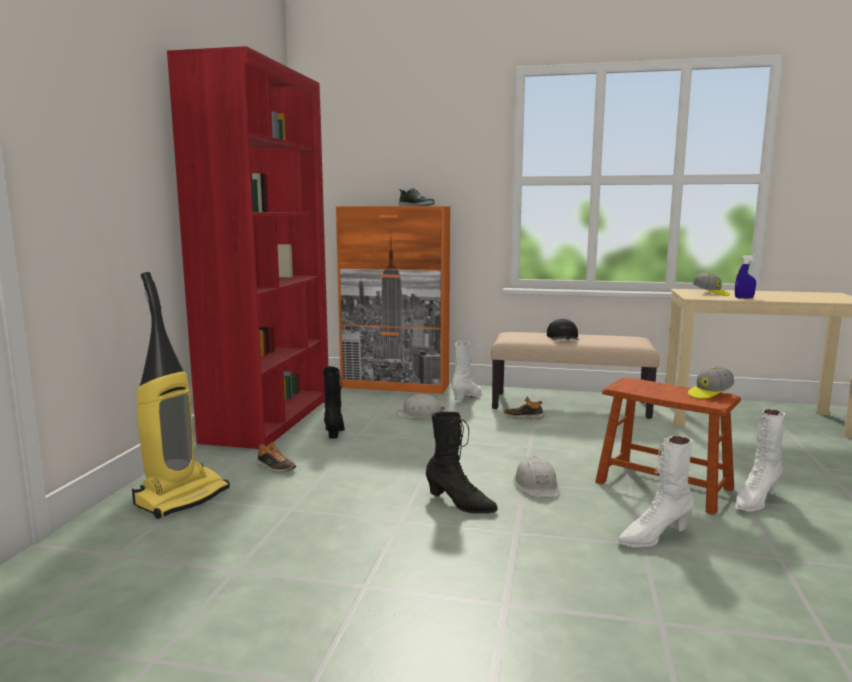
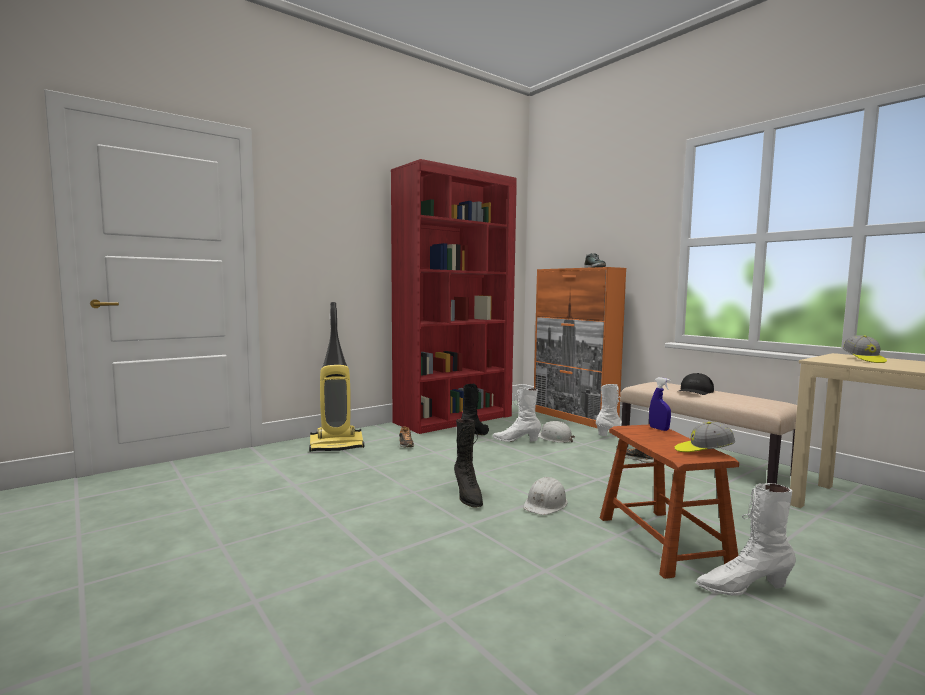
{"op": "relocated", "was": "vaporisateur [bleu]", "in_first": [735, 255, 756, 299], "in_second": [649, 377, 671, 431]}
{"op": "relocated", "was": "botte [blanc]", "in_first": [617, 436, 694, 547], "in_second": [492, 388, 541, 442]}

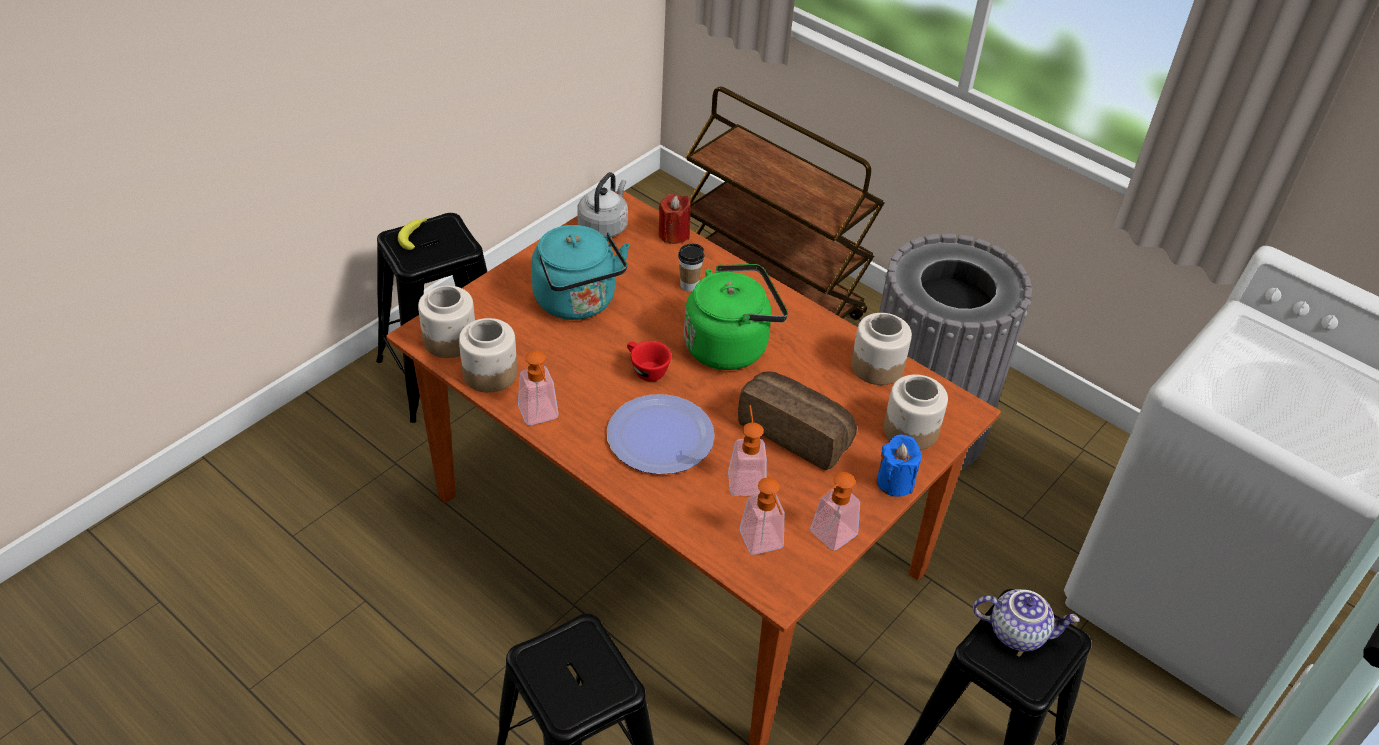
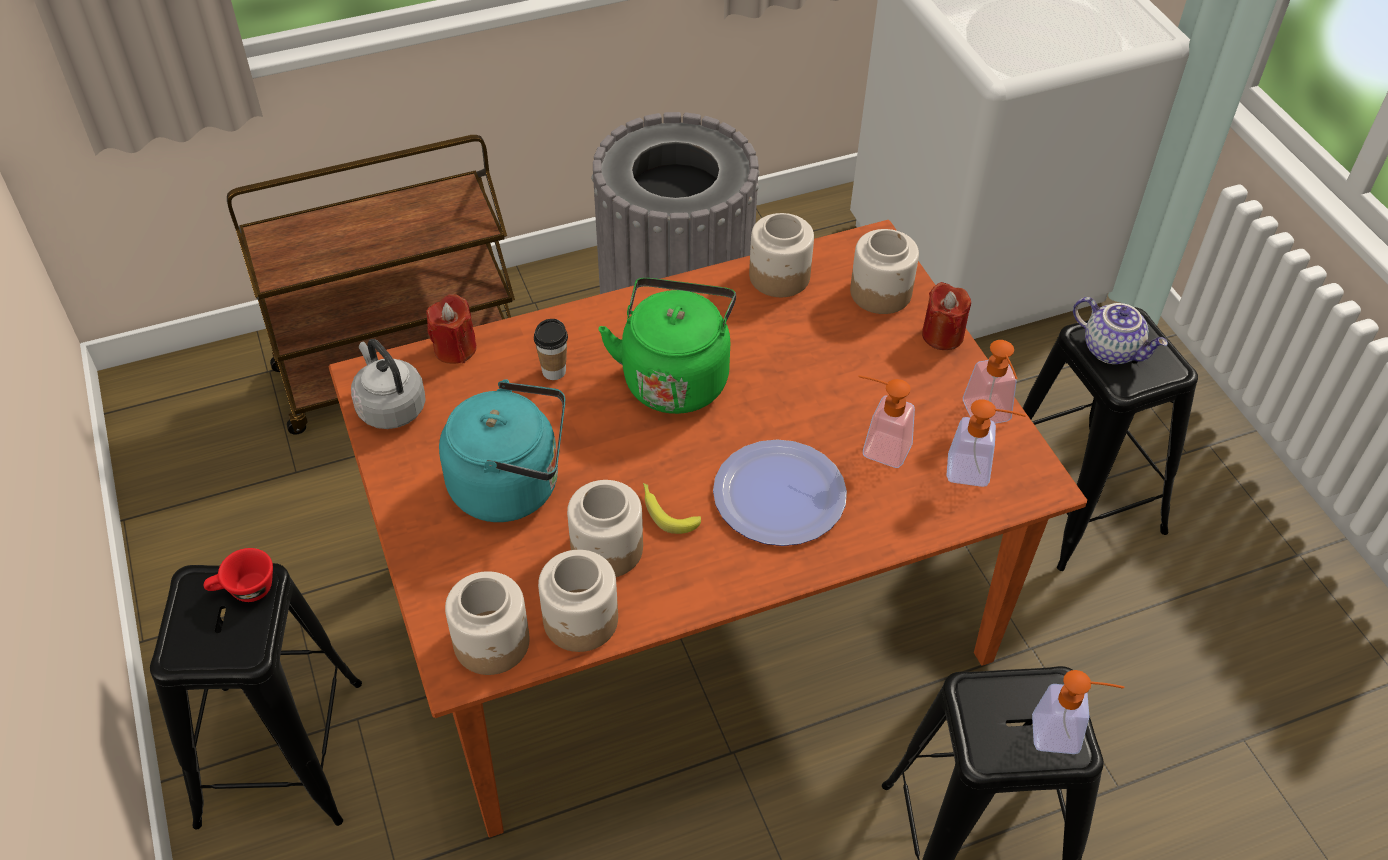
{"op": "relocated", "was": "banane", "in_first": [398, 217, 427, 250], "in_second": [643, 483, 701, 534]}
{"op": "relocated", "was": "tasse [rouge]", "in_first": [627, 341, 671, 381], "in_second": [204, 548, 273, 602]}
{"op": "relocated", "was": "distributeur de savon", "in_first": [518, 351, 559, 425], "in_second": [1032, 670, 1124, 754]}
{"op": "missing", "was": "pain", "in_first": [738, 371, 857, 470]}
{"op": "colour", "was": "bougie [bleu]", "now": "bougie [rouge]", "in_first": [877, 435, 922, 497], "in_second": [922, 282, 971, 350]}
{"op": "spun", "was": "théière", "in_first": [973, 589, 1080, 652], "in_second": [1073, 297, 1168, 364], "clockwise": 90}
{"op": "appeared", "now": "bocal", "in_second": [567, 480, 643, 577]}

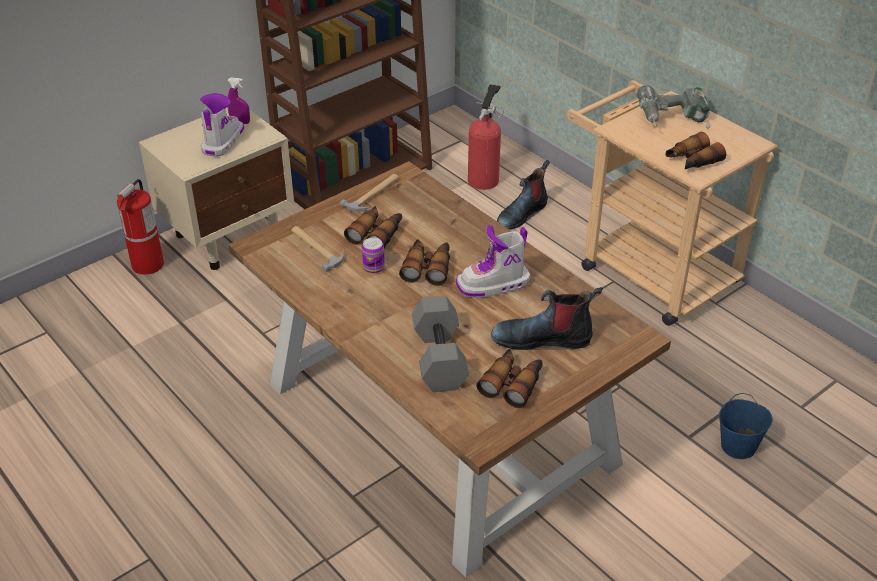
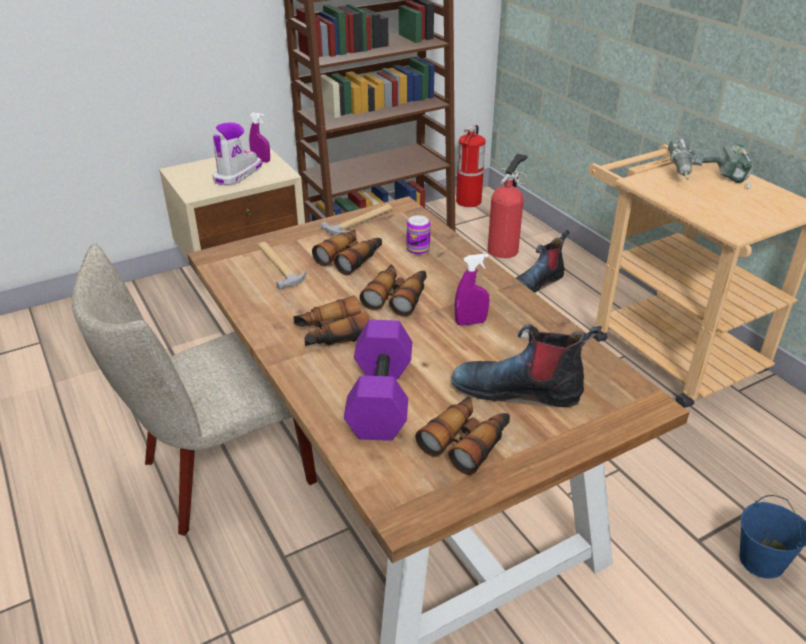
{"op": "relocated", "was": "jumelles", "in_first": [665, 132, 726, 169], "in_second": [293, 295, 370, 346]}
{"op": "relocated", "was": "extincteur", "in_first": [117, 179, 164, 275], "in_second": [456, 125, 485, 207]}
{"op": "exchanged", "was": "botte", "now": "vaporisateur [violet]", "in_first": [456, 225, 530, 298], "in_second": [455, 254, 489, 326]}
{"op": "relocated", "was": "boîte métallique", "in_first": [362, 237, 385, 274], "in_second": [407, 215, 431, 255]}
{"op": "colour", "was": "haltère [gris]", "now": "haltère [violet]", "in_first": [412, 296, 469, 392], "in_second": [344, 320, 412, 441]}
{"op": "appeared", "now": "chaise [beige]", "in_second": [72, 244, 317, 536]}

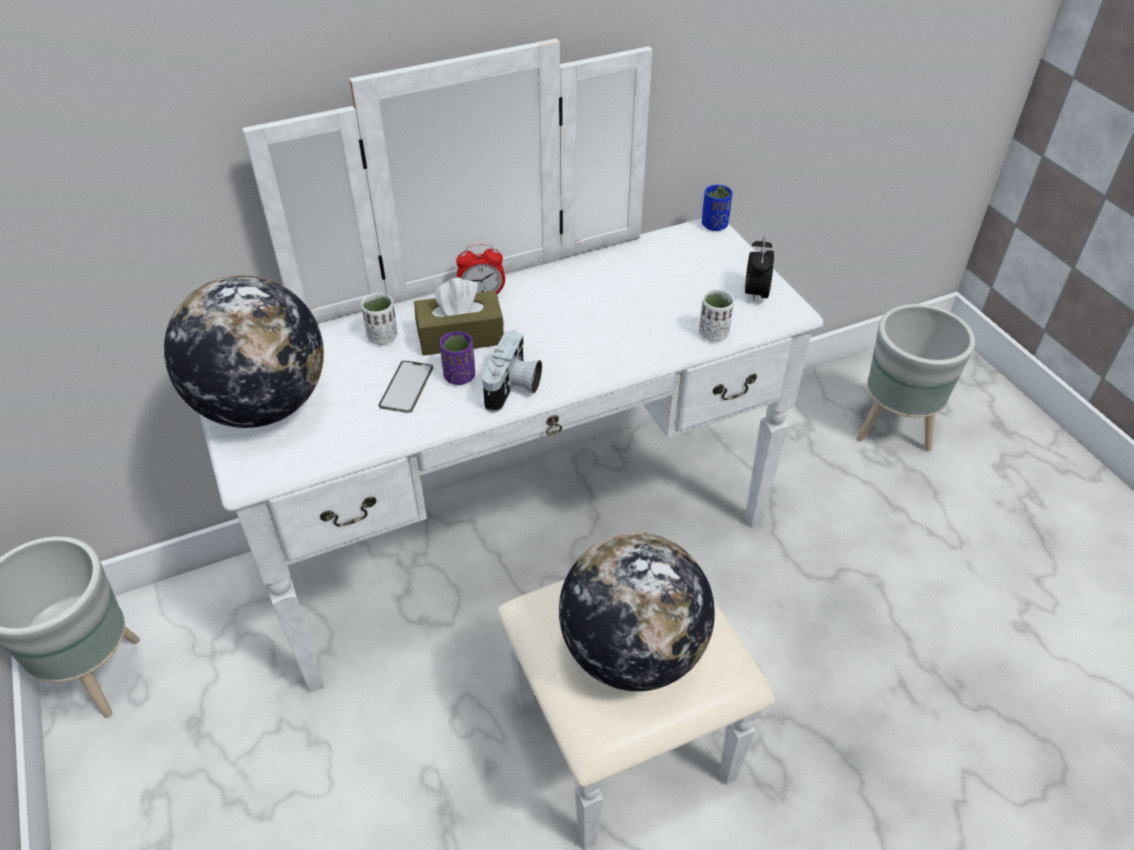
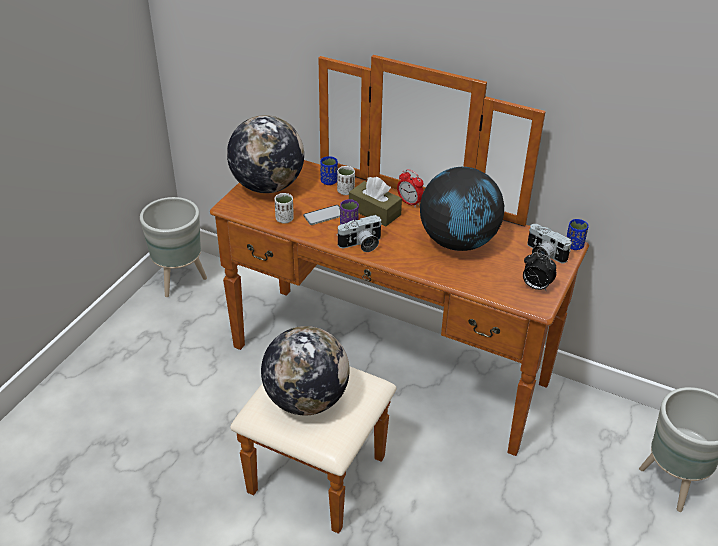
{"op": "colour", "was": "commode [blanc]", "now": "commode [marron]", "in_first": [199, 39, 823, 850], "in_second": [210, 55, 589, 534]}
{"op": "spun", "was": "réveil", "in_first": [745, 236, 774, 304], "in_second": [523, 252, 557, 292], "clockwise": -120}
{"op": "relocated", "was": "tasse [blanc]", "in_first": [699, 289, 734, 341], "in_second": [275, 193, 293, 224]}
{"op": "appeared", "now": "tasse [bleu]", "in_second": [320, 156, 338, 185]}
{"op": "appeared", "now": "globe", "in_second": [420, 167, 504, 251]}
{"op": "appeared", "now": "appareil photo", "in_second": [527, 224, 572, 264]}

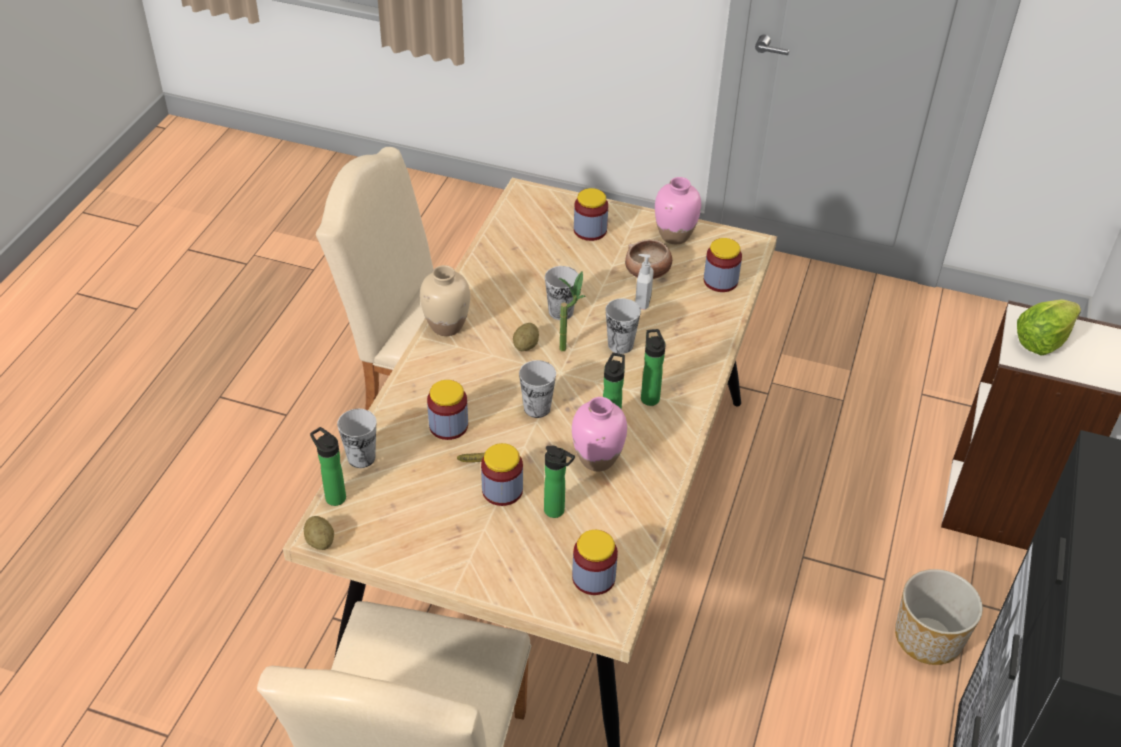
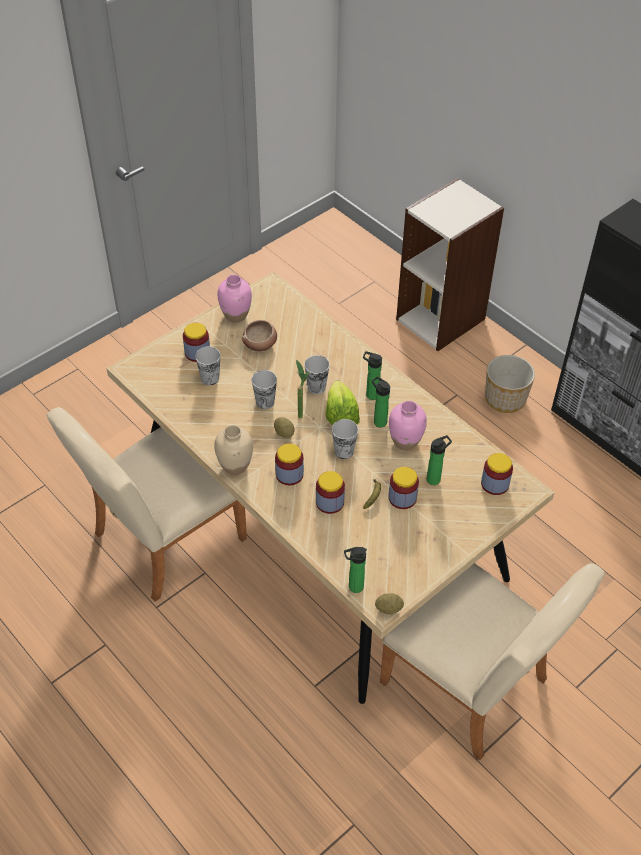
{"op": "relocated", "was": "bocal", "in_first": [704, 238, 742, 292], "in_second": [275, 443, 304, 485]}
{"op": "missing", "was": "distributeur de savon", "in_first": [635, 254, 654, 310]}
{"op": "relocated", "was": "laitue", "in_first": [1017, 299, 1081, 356], "in_second": [326, 381, 360, 426]}
{"op": "relocated", "was": "tasse", "in_first": [337, 409, 376, 468], "in_second": [195, 347, 220, 385]}

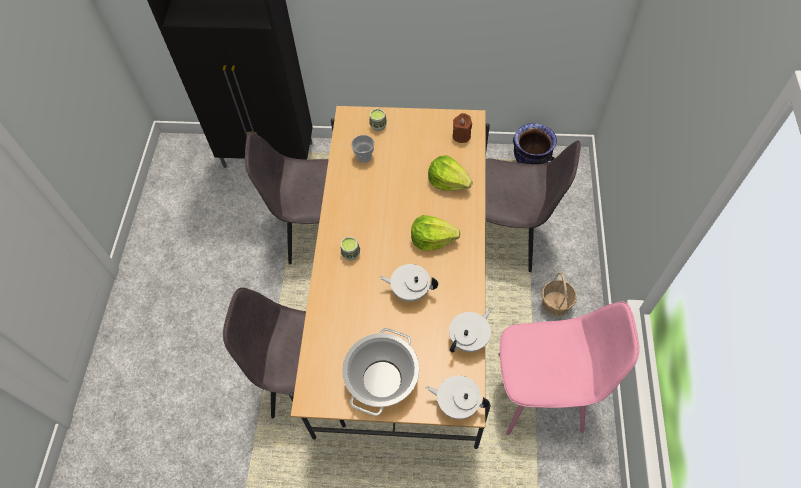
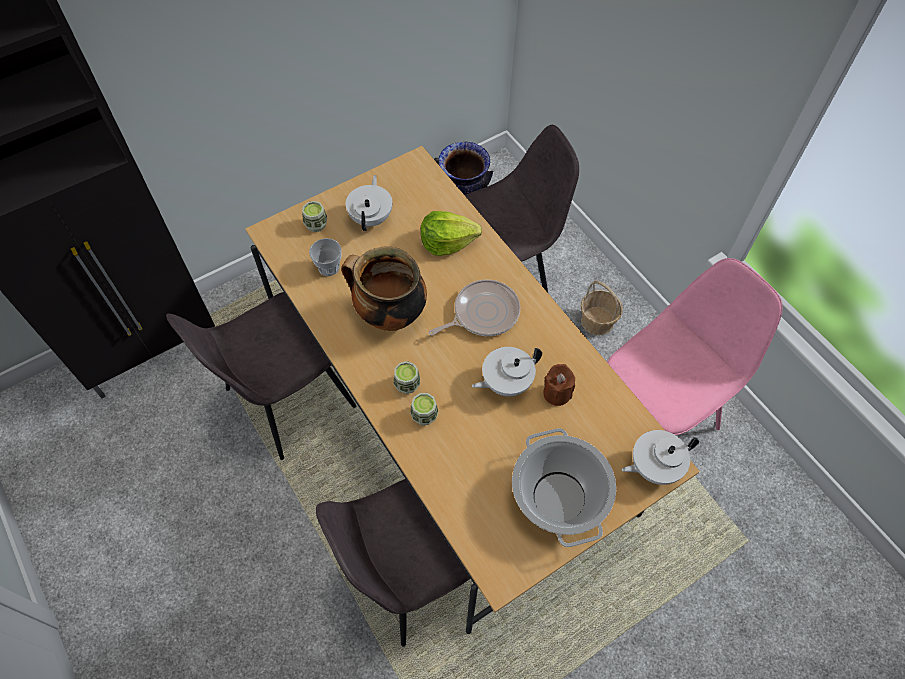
{"op": "relocated", "was": "bougie [marron]", "in_first": [453, 113, 472, 143], "in_second": [543, 364, 575, 406]}
{"op": "exchanged", "was": "laitue", "now": "poêle", "in_first": [411, 215, 460, 250], "in_second": [429, 279, 521, 336]}
{"op": "relocated", "was": "théière [blanc]", "in_first": [449, 309, 491, 353], "in_second": [346, 175, 393, 231]}
{"op": "appeared", "now": "marmite", "in_second": [341, 247, 427, 331]}
{"op": "appeared", "now": "tasse", "in_second": [410, 393, 438, 425]}

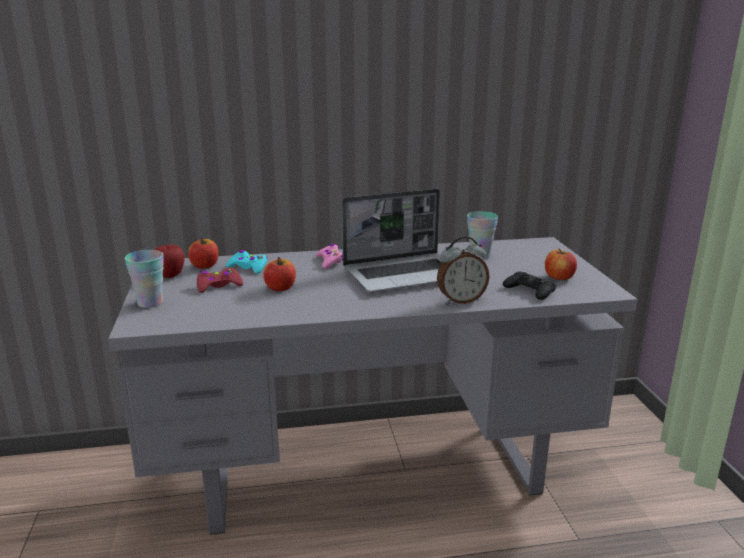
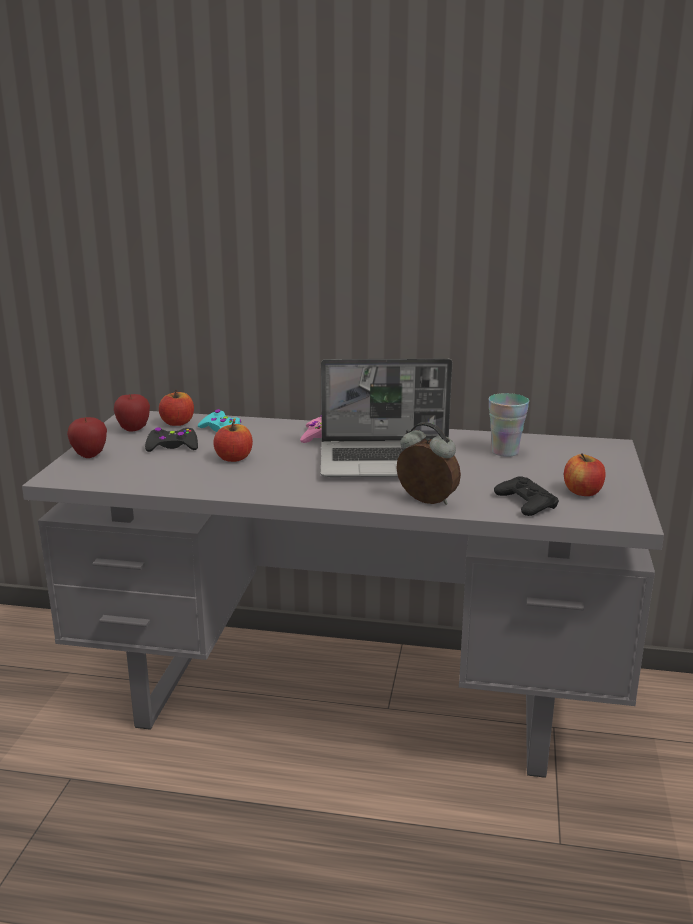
{"op": "spun", "was": "réveil", "in_first": [437, 236, 489, 304], "in_second": [396, 422, 461, 505], "clockwise": -150}
{"op": "exchanged", "was": "tasse", "now": "pomme", "in_first": [125, 250, 164, 308], "in_second": [67, 417, 107, 458]}
{"op": "colour", "was": "manette [rouge]", "now": "manette [noir]", "in_first": [197, 268, 243, 293], "in_second": [145, 427, 198, 452]}

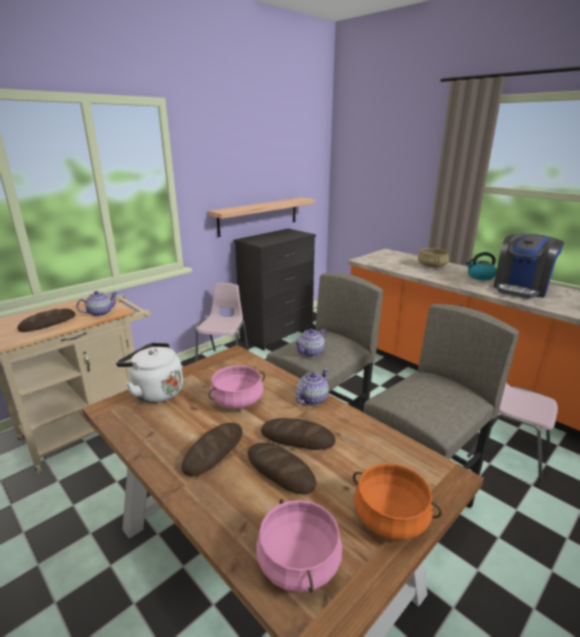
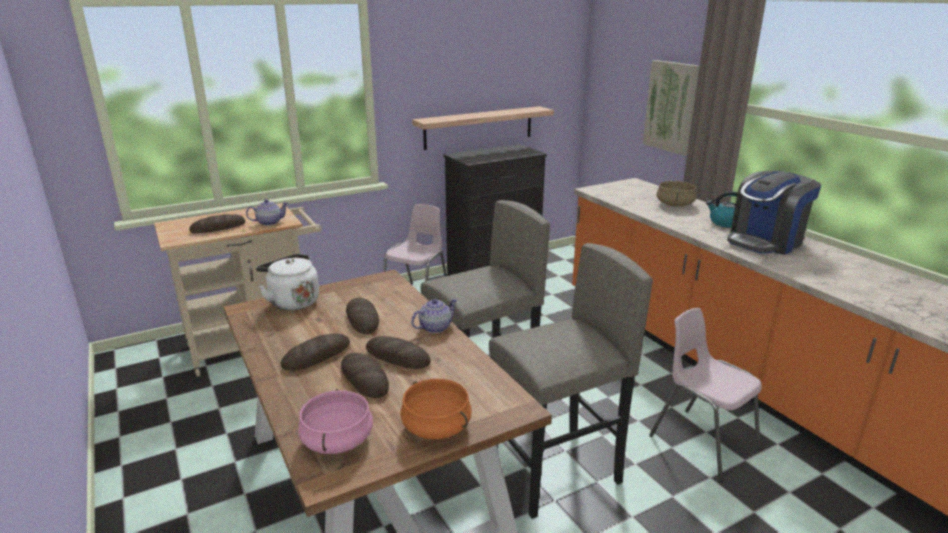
{"op": "missing", "was": "théière", "in_first": [294, 329, 327, 357]}
{"op": "exchanged", "was": "marmite [rose]", "now": "pain", "in_first": [209, 365, 265, 409], "in_second": [346, 297, 379, 334]}
{"op": "appeared", "now": "tableau", "in_second": [643, 60, 700, 156]}

